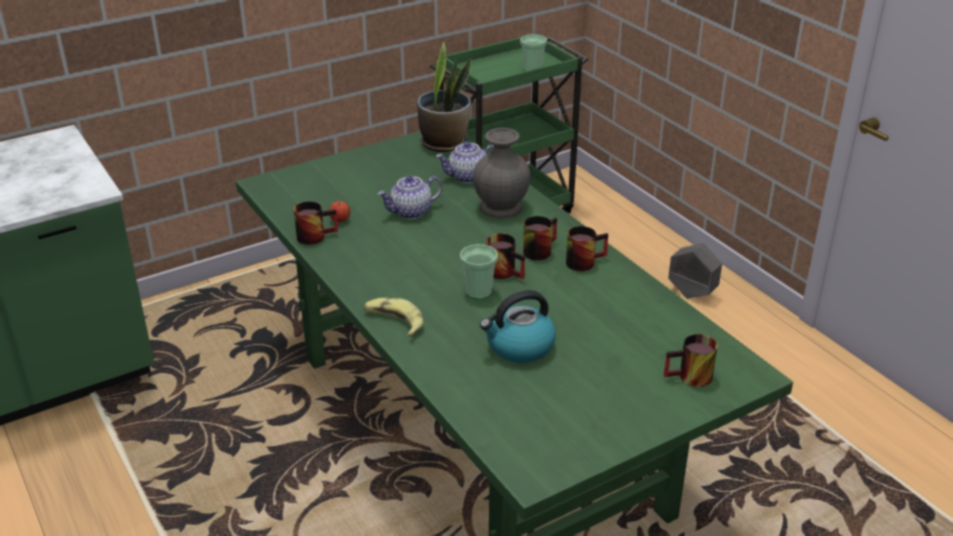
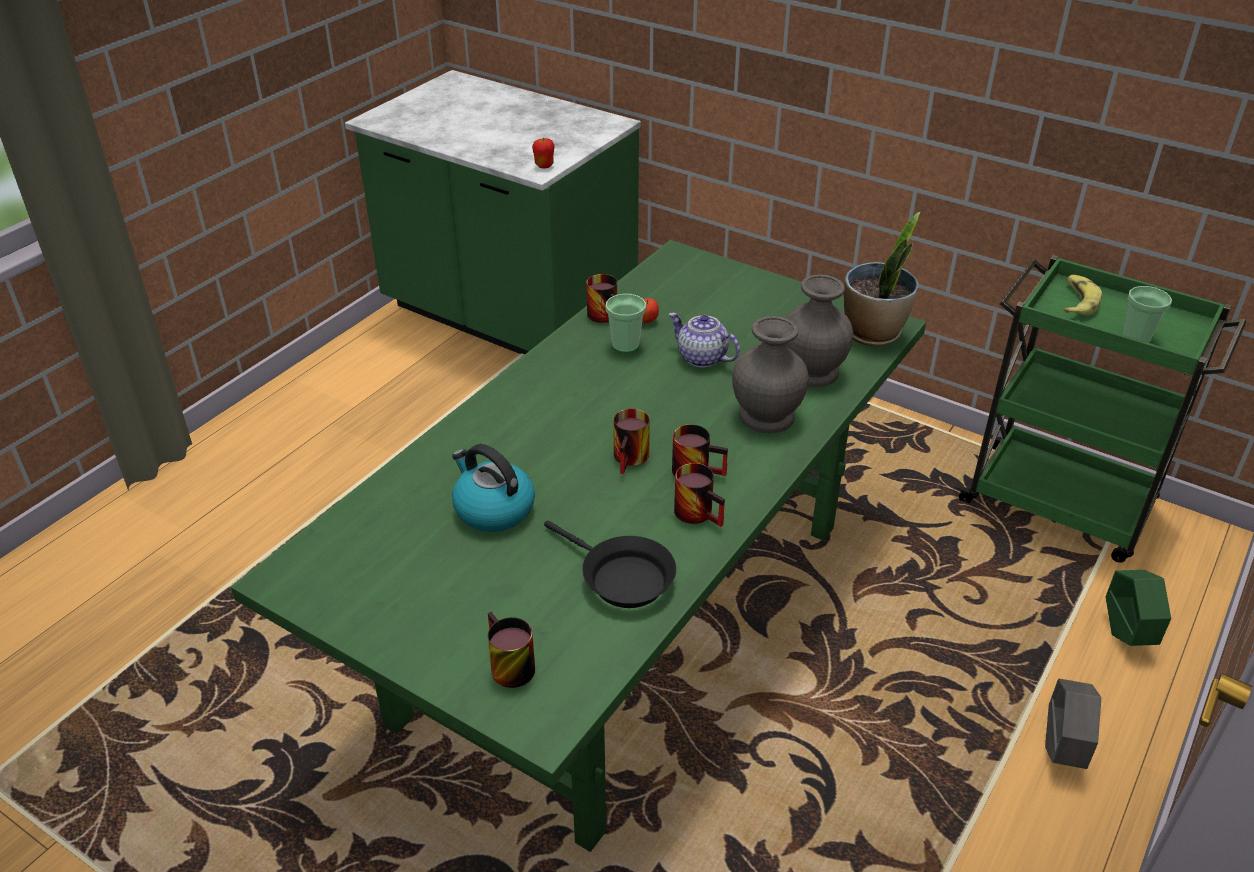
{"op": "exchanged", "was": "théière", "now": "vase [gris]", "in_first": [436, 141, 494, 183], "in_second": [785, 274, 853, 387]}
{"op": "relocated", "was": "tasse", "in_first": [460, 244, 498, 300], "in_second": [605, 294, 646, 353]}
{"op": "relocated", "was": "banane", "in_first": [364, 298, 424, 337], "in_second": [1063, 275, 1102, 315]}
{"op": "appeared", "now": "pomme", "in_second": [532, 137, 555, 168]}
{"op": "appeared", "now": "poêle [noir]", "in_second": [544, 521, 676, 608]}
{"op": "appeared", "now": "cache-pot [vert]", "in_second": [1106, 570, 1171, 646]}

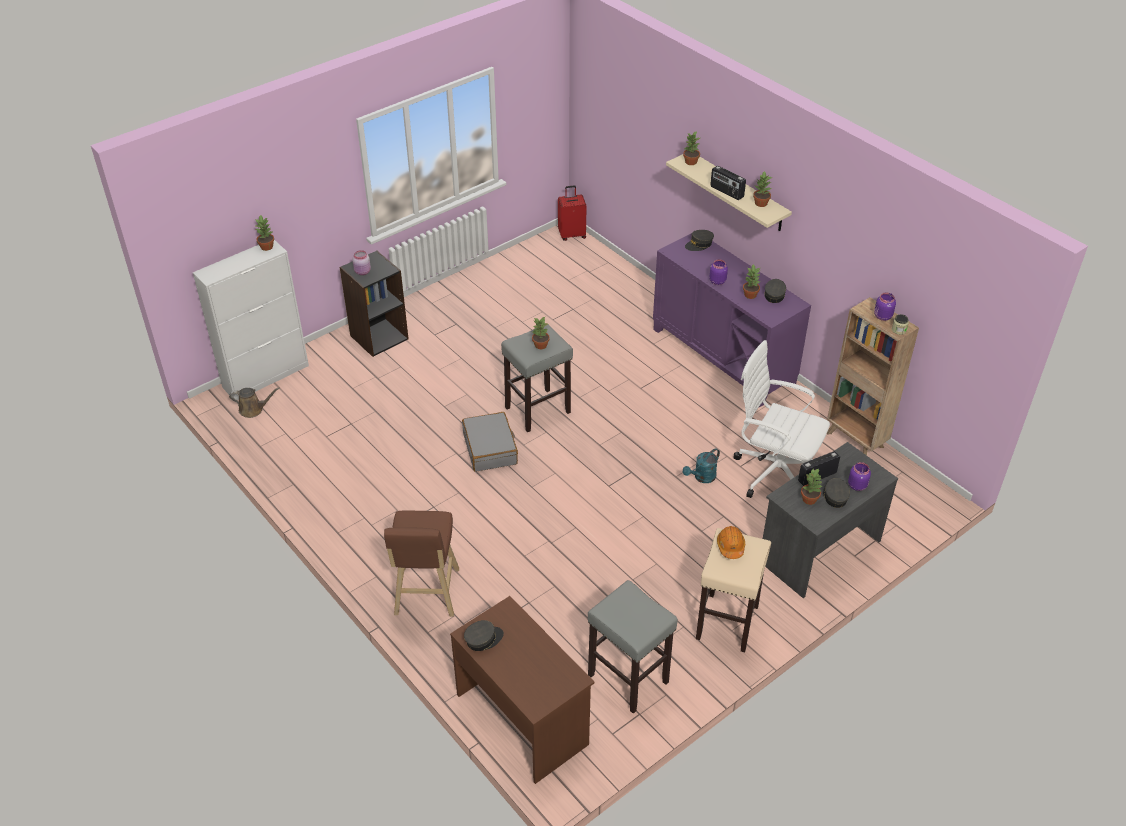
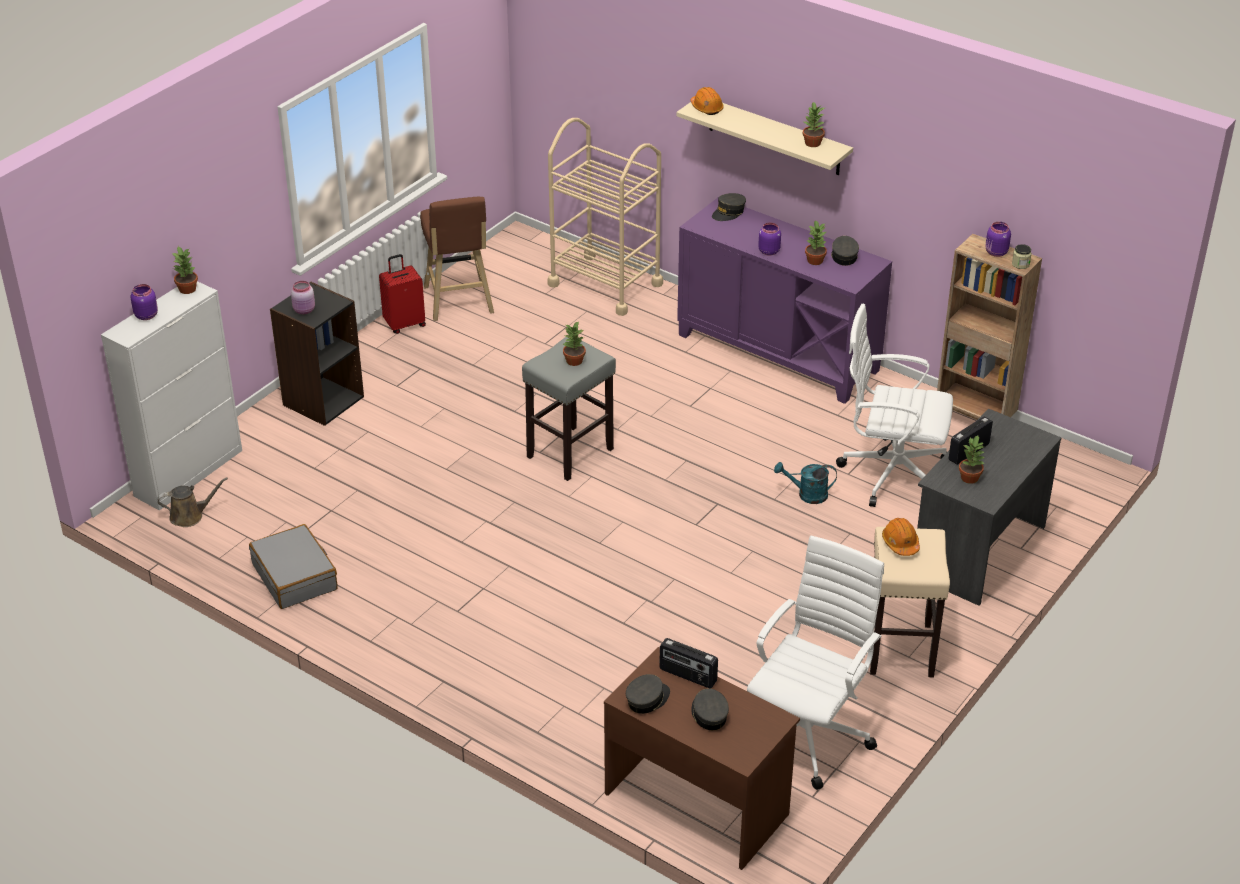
{"op": "exchanged", "was": "plante en pot", "now": "casque de chantier [orange]", "in_first": [683, 131, 700, 165], "in_second": [690, 87, 724, 115]}
{"op": "relocated", "was": "radio", "in_first": [710, 166, 746, 200], "in_second": [659, 638, 718, 689]}
{"op": "relocated", "was": "valise [rouge]", "in_first": [558, 185, 587, 241], "in_second": [379, 254, 426, 334]}
{"op": "relocated", "was": "valise [gris]", "in_first": [462, 412, 518, 472], "in_second": [249, 524, 337, 609]}
{"op": "spun", "was": "arrosoir [turquoise]", "in_first": [683, 448, 720, 483], "in_second": [774, 462, 837, 504], "clockwise": 60}
{"op": "relocated", "was": "bocal [violet]", "in_first": [848, 462, 871, 491], "in_second": [131, 284, 158, 320]}
{"op": "relocated", "was": "casquette [gris]", "in_first": [823, 478, 850, 508], "in_second": [691, 689, 729, 730]}
{"op": "relocated", "was": "tabouret [marron]", "in_first": [384, 510, 459, 617], "in_second": [420, 197, 494, 321]}
{"op": "exchanged", "was": "tabouret [gris]", "now": "chaise de bureau [blanc]", "in_first": [588, 580, 678, 714], "in_second": [747, 535, 884, 790]}
{"op": "appeared", "now": "chariot [beige]", "in_second": [548, 118, 663, 316]}

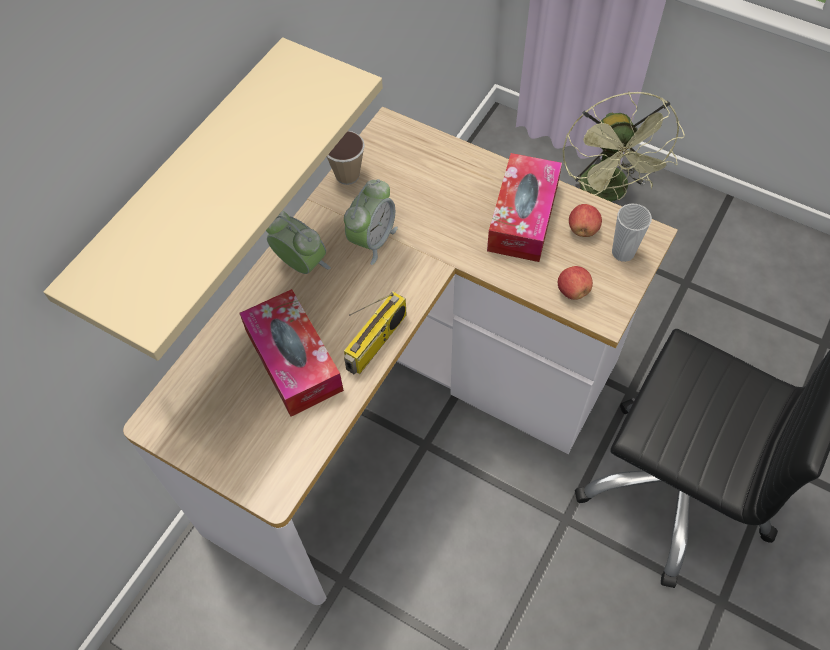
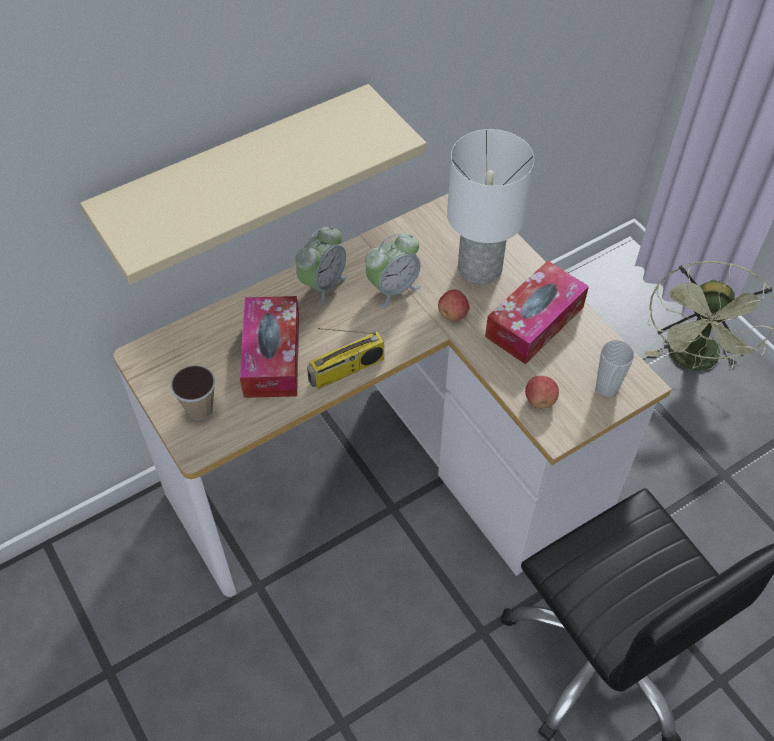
{"op": "relocated", "was": "tasse", "in_first": [327, 131, 365, 185], "in_second": [171, 365, 215, 420]}
{"op": "relocated", "was": "pomme", "in_first": [569, 204, 602, 237], "in_second": [438, 290, 469, 321]}
{"op": "spun", "was": "réveil", "in_first": [266, 210, 331, 274], "in_second": [295, 226, 348, 306], "clockwise": 60}
{"op": "appeared", "now": "lampe de table [blanc]", "in_second": [447, 129, 534, 285]}

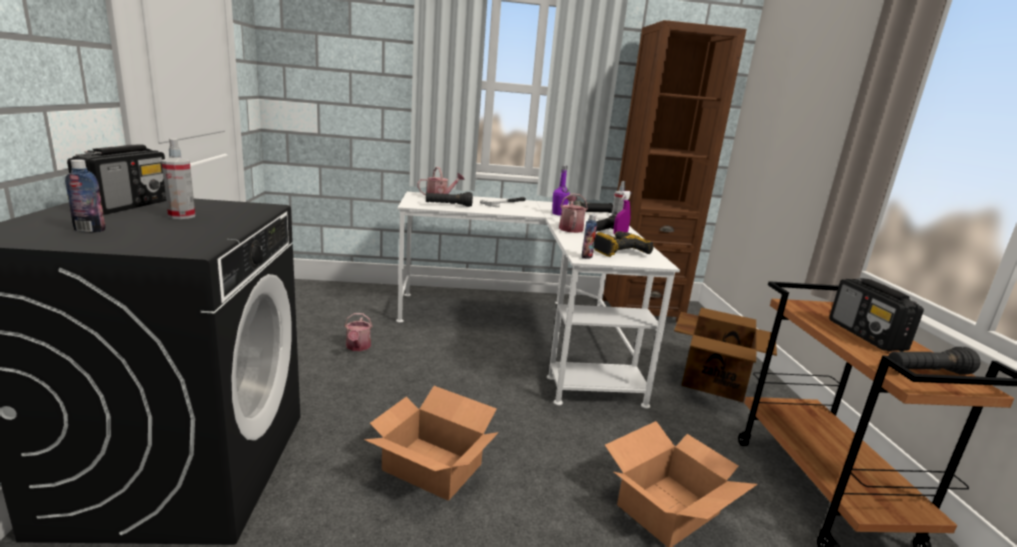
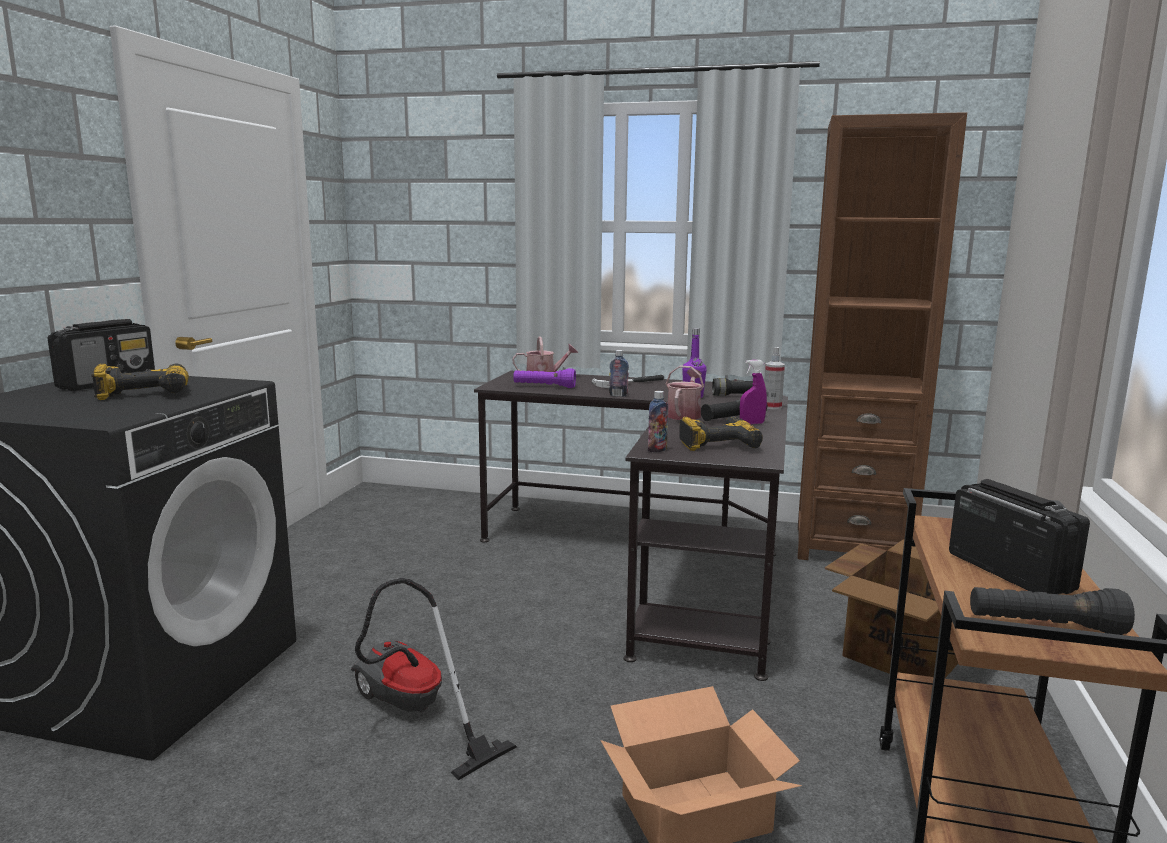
{"op": "exchanged", "was": "vaporisateur", "now": "perceuse", "in_first": [162, 138, 195, 219], "in_second": [91, 363, 189, 400]}
{"op": "relocated", "was": "bouteille", "in_first": [65, 160, 105, 232], "in_second": [609, 350, 629, 397]}
{"op": "colour", "was": "bureau [blanc]", "now": "bureau [noir]", "in_first": [396, 192, 680, 409], "in_second": [474, 371, 788, 681]}
{"op": "colour", "was": "lampe de poche [noir]", "now": "lampe de poche [violet]", "in_first": [426, 192, 473, 207], "in_second": [513, 368, 576, 388]}
{"op": "spun", "was": "radio", "in_first": [829, 278, 924, 351], "in_second": [949, 479, 1090, 594], "clockwise": 150}
{"op": "missing", "was": "arrosoir", "in_first": [345, 313, 372, 351]}
{"op": "exchanged", "was": "carton", "now": "aspirateur", "in_first": [364, 386, 499, 501], "in_second": [351, 578, 517, 781]}

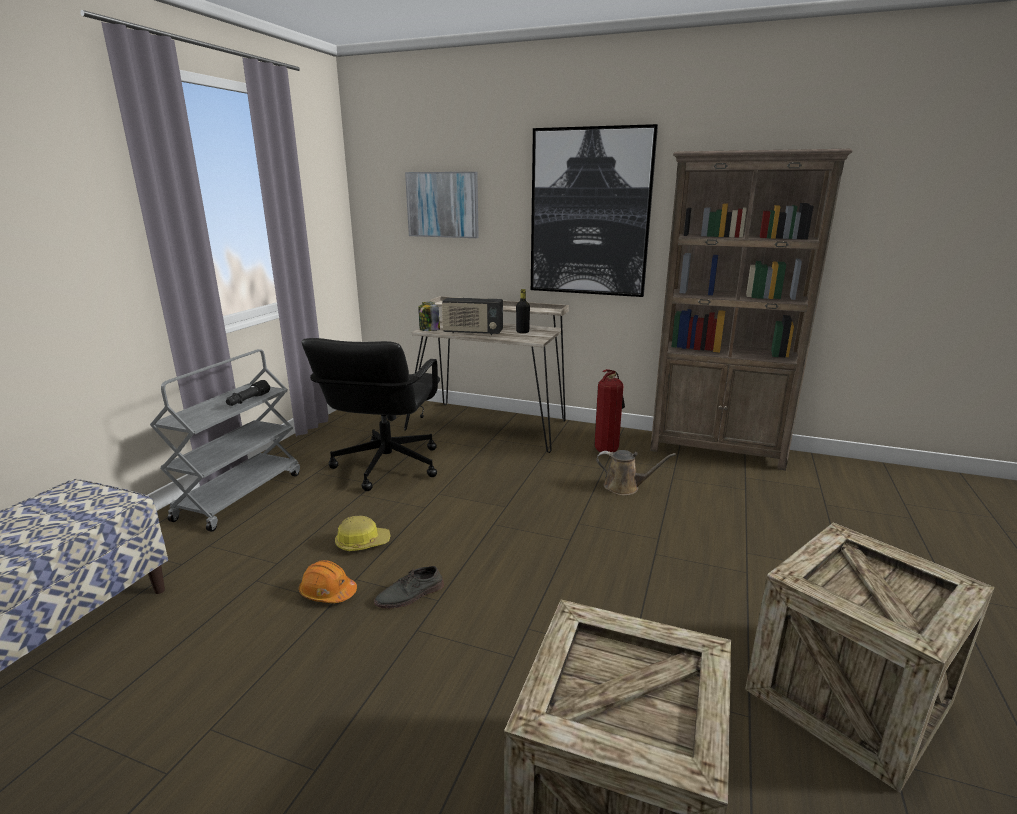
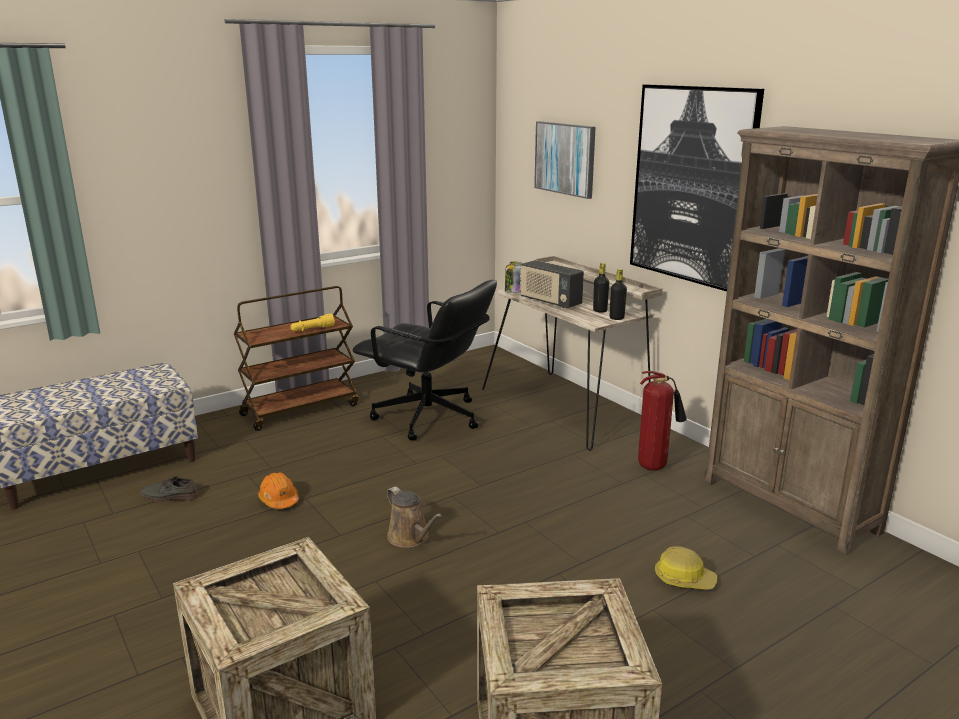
{"op": "spun", "was": "chaise de bureau [noir]", "in_first": [302, 338, 440, 491], "in_second": [352, 280, 497, 441], "clockwise": -105}
{"op": "colour", "was": "chariot [gris]", "now": "chariot [marron]", "in_first": [150, 349, 300, 532], "in_second": [234, 286, 358, 431]}
{"op": "colour", "was": "lampe de poche [noir]", "now": "lampe de poche [jaune]", "in_first": [226, 380, 270, 406], "in_second": [290, 314, 335, 331]}
{"op": "relocated", "was": "arrosoir [marron]", "in_first": [596, 450, 676, 495], "in_second": [387, 487, 442, 548]}
{"op": "relocated", "was": "casque de chantier", "in_first": [335, 516, 390, 551], "in_second": [655, 546, 717, 590]}
{"op": "relocated", "was": "chaussure [gris]", "in_first": [374, 566, 444, 608], "in_second": [140, 476, 199, 502]}
{"op": "appeared", "now": "bouteille [noir]", "in_second": [610, 269, 627, 320]}

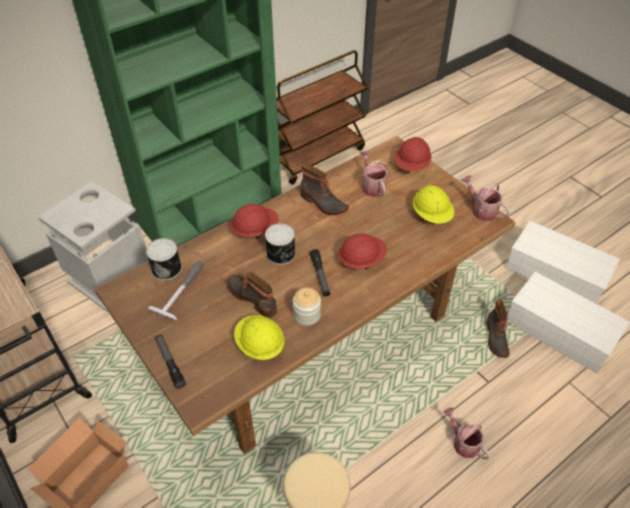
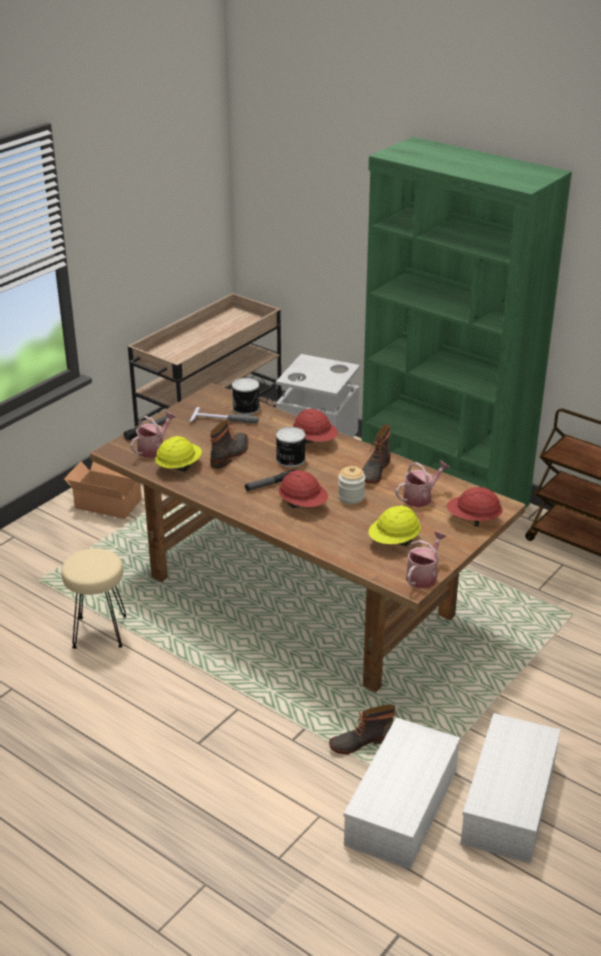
{"op": "relocated", "was": "bocal", "in_first": [293, 287, 321, 326], "in_second": [338, 466, 366, 504]}
{"op": "relocated", "was": "arrosoir", "in_first": [443, 407, 490, 459], "in_second": [131, 412, 176, 458]}

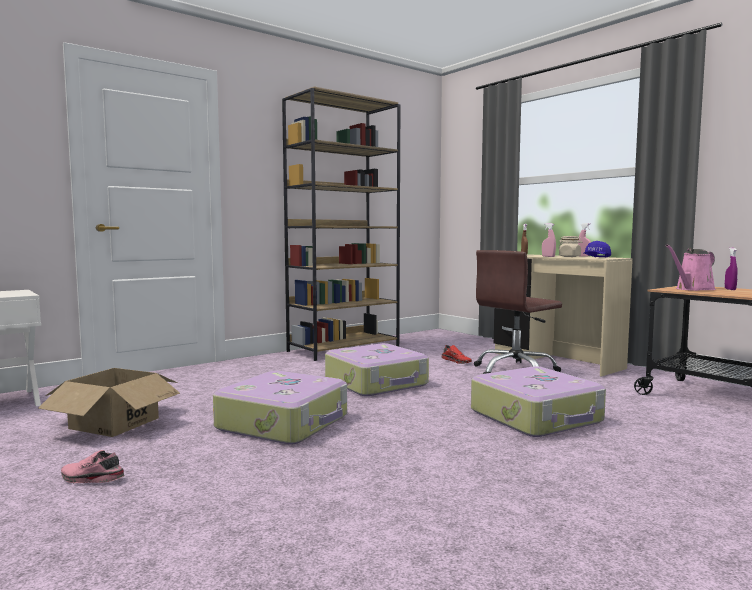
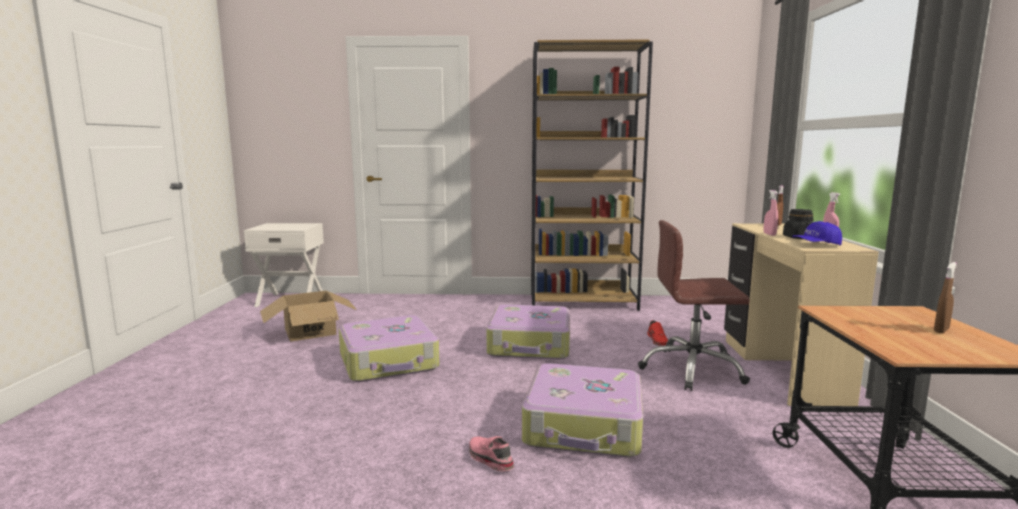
{"op": "colour", "was": "bocal [beige]", "now": "bocal [noir]", "in_first": [559, 236, 582, 257], "in_second": [783, 209, 814, 239]}
{"op": "missing", "was": "arrosoir [rose]", "in_first": [666, 245, 716, 291]}
{"op": "colour", "was": "vaporisateur [violet]", "now": "vaporisateur [marron]", "in_first": [725, 248, 738, 290], "in_second": [934, 262, 957, 333]}
{"op": "relocated", "was": "chaussure [rose]", "in_first": [61, 450, 125, 483], "in_second": [469, 436, 514, 471]}

